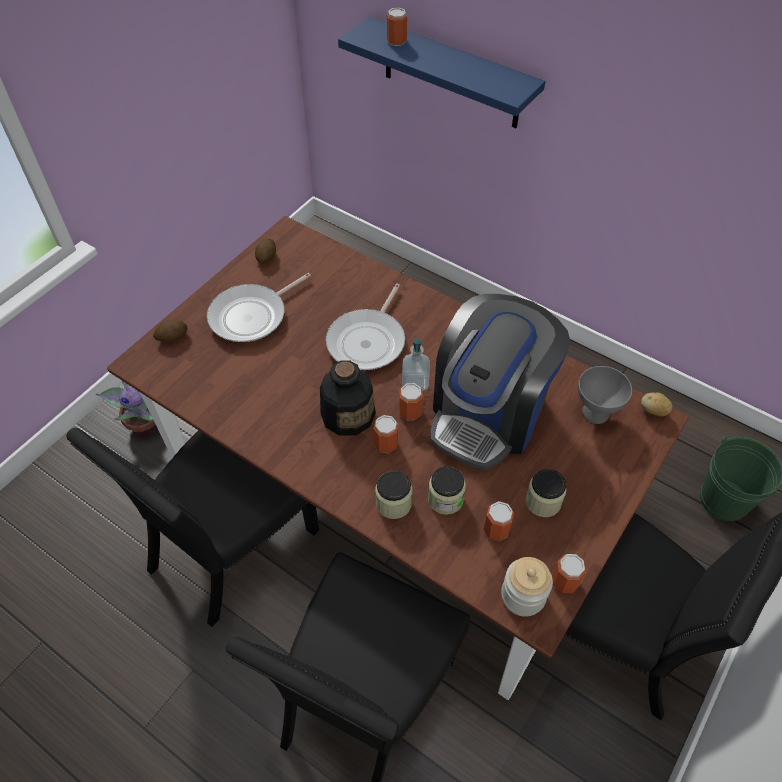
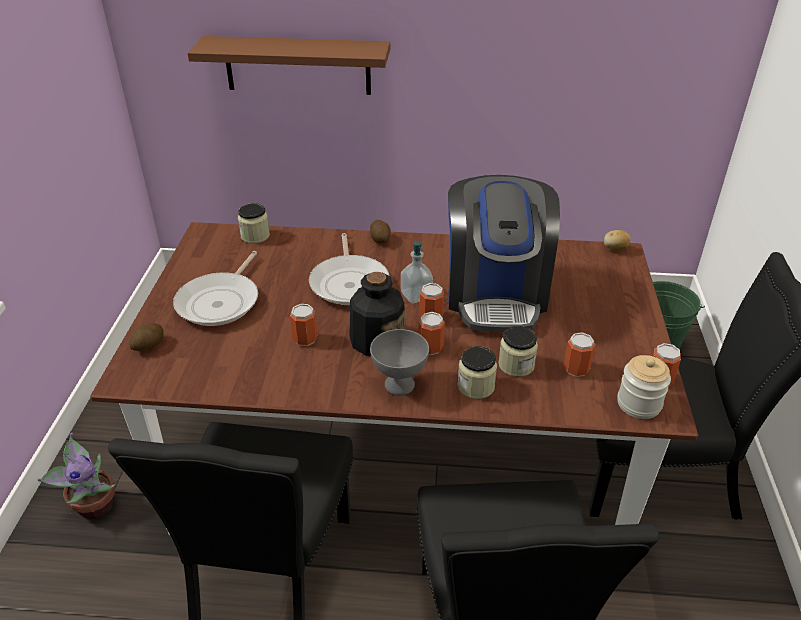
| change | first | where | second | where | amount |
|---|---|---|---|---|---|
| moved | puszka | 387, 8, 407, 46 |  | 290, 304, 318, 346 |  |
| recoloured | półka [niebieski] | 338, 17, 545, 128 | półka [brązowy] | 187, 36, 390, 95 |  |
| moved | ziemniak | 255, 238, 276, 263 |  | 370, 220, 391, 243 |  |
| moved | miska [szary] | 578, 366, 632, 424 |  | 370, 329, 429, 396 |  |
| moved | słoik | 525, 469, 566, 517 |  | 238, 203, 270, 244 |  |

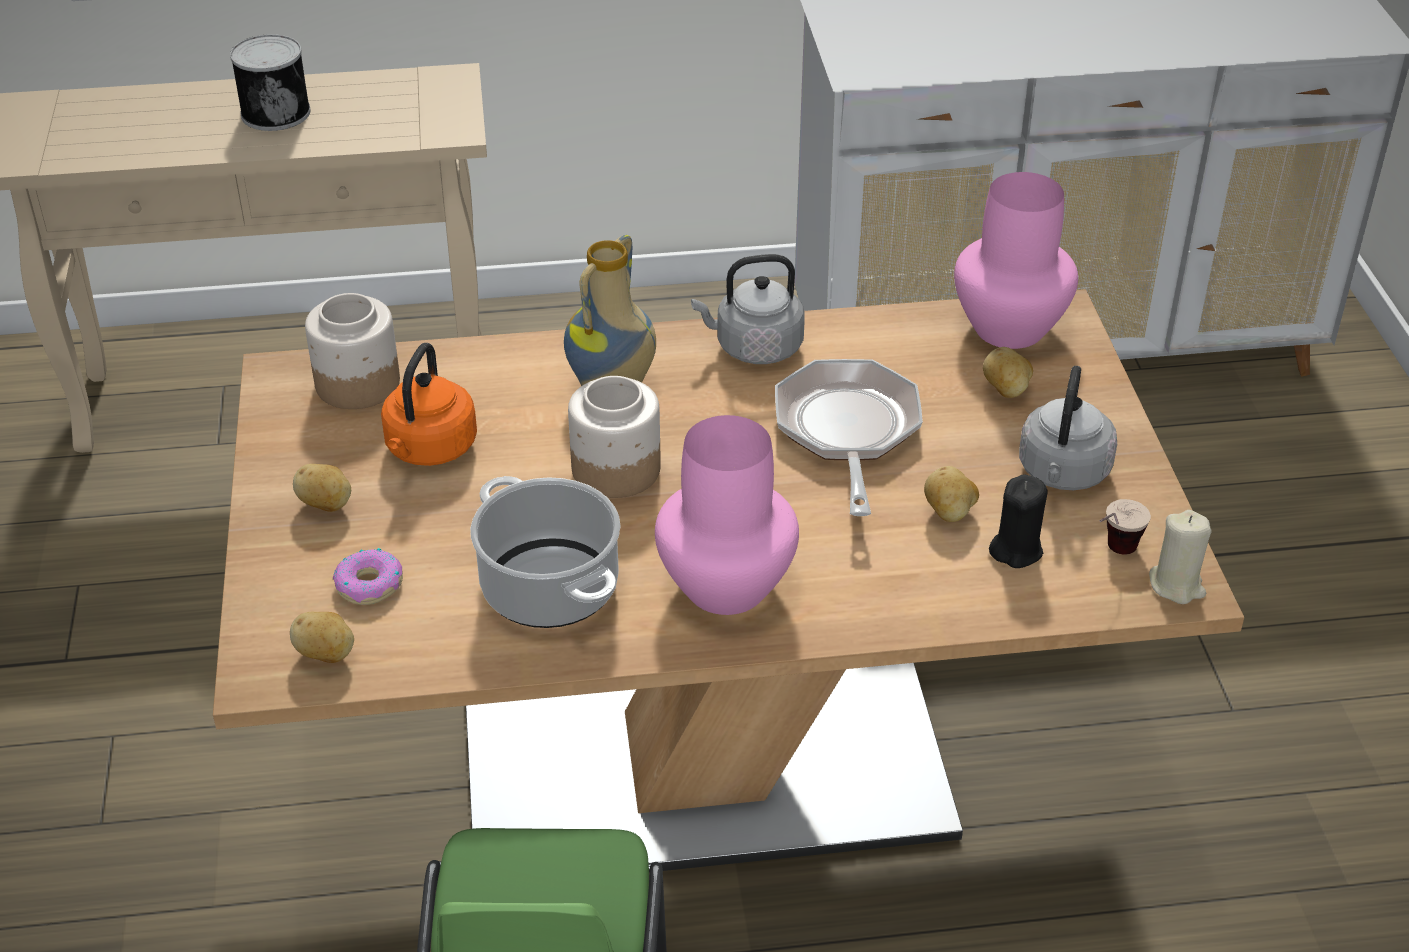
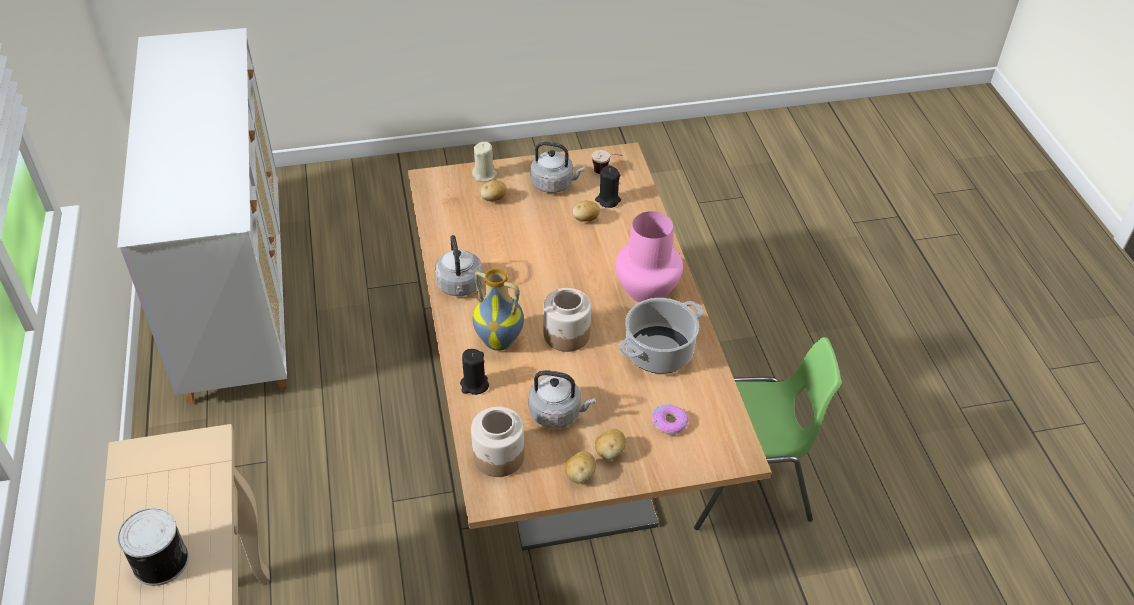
| change | first | where | second | where | amount |
|---|---|---|---|---|---|
| removed | wazon [różowy] | 954, 172, 1078, 349 |  |  |  |
| recoloured | czajnik [pomarańczowy] | 381, 343, 477, 466 | czajnik [szary] | 528, 370, 595, 428 |  |
| removed | patelnia | 775, 359, 923, 516 |  |  |  |
| moved | świeca [beżowy] | 1149, 510, 1212, 604 |  | 472, 142, 497, 182 |  |
| moved | ziemniak | 290, 612, 354, 663 |  | 564, 451, 596, 483 |  |
| added |  |  | świeca [czarny] | 460, 349, 489, 395 |  |

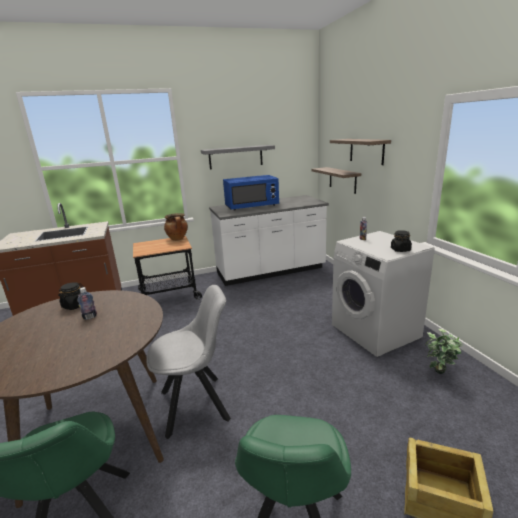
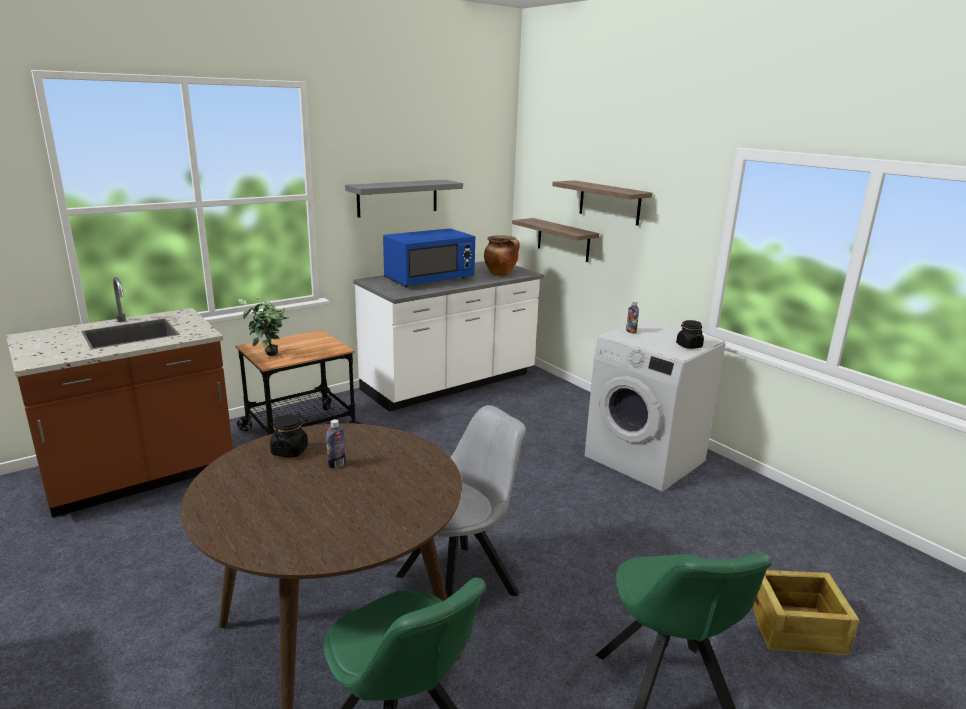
| change | first | where | second | where | amount |
|---|---|---|---|---|---|
| moved | garnek | 164, 213, 188, 241 |  | 484, 235, 520, 276 |  |
| moved | roślina doniczkowa | 425, 329, 463, 374 |  | 238, 297, 288, 356 |  |

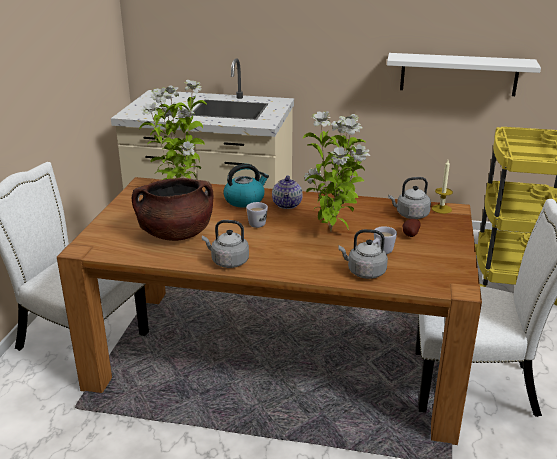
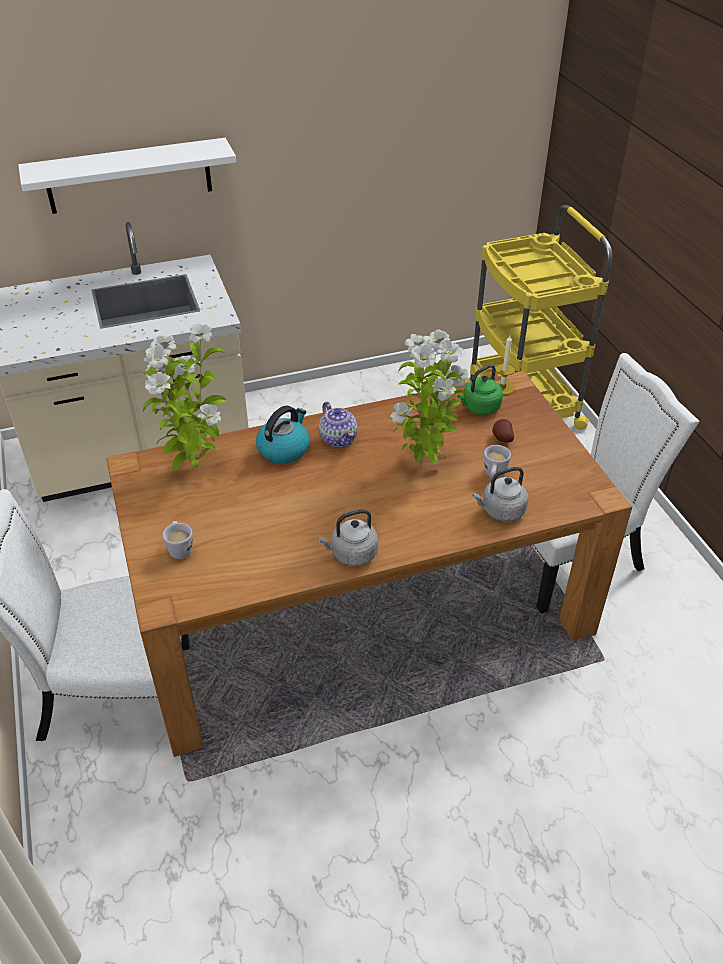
| change | first | where | second | where | amount |
|---|---|---|---|---|---|
| moved | półka [biały] | 387, 53, 541, 96 |  | 18, 138, 236, 214 |  |
| recoloured | czajnik [szary] | 388, 177, 431, 219 | czajnik [zielony] | 457, 364, 503, 415 |  |
| removed | garnek [brązowy] | 132, 178, 213, 241 |  |  |  |
| moved | kubek [biały] | 246, 202, 268, 228 |  | 163, 521, 193, 559 |  |

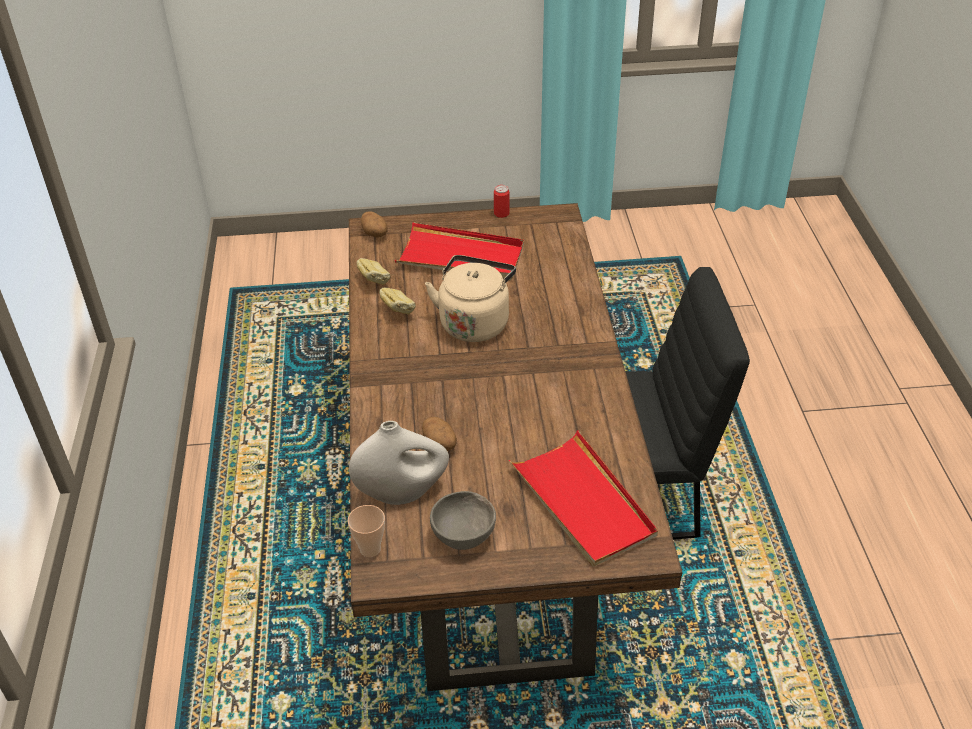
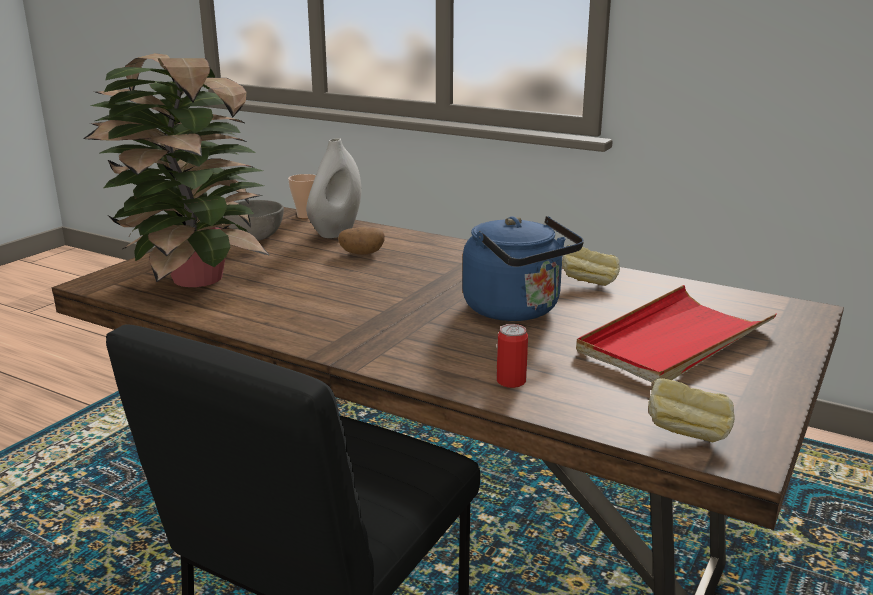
| change | first | where | second | where | amount |
|---|---|---|---|---|---|
| moved | puszka | 494, 185, 510, 218 |  | 496, 324, 528, 388 |  |
| removed | ziemniak | 361, 211, 388, 238 |  |  |  |
| recoloured | czajnik [beżowy] | 425, 255, 516, 342 | czajnik [niebieski] | 462, 216, 584, 321 |  |
| moved | chleb | 357, 258, 390, 285 |  | 648, 378, 735, 442 |  |
| replaced | taca [czerwony] | 509, 430, 658, 567 | roślina doniczkowa | 83, 53, 270, 287 |  |

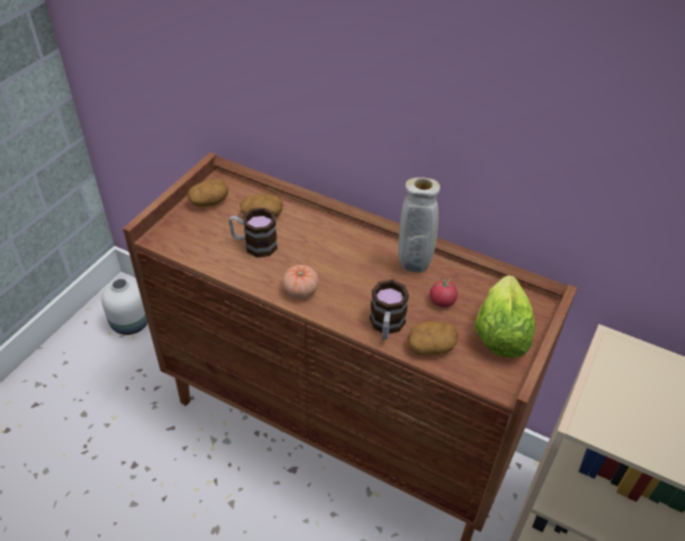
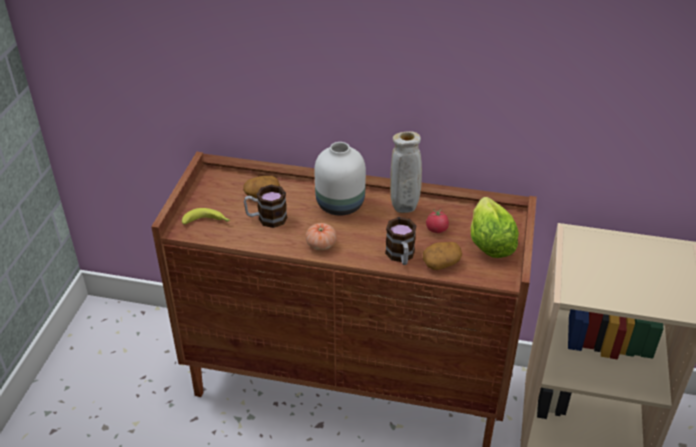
| change | first | where | second | where | amount |
|---|---|---|---|---|---|
| removed | ziemniak | 188, 179, 228, 207 |  |  |  |
| moved | wazon [biały] | 102, 278, 148, 335 |  | 314, 142, 366, 216 |  |
| added |  |  | banan | 182, 208, 230, 225 |  |

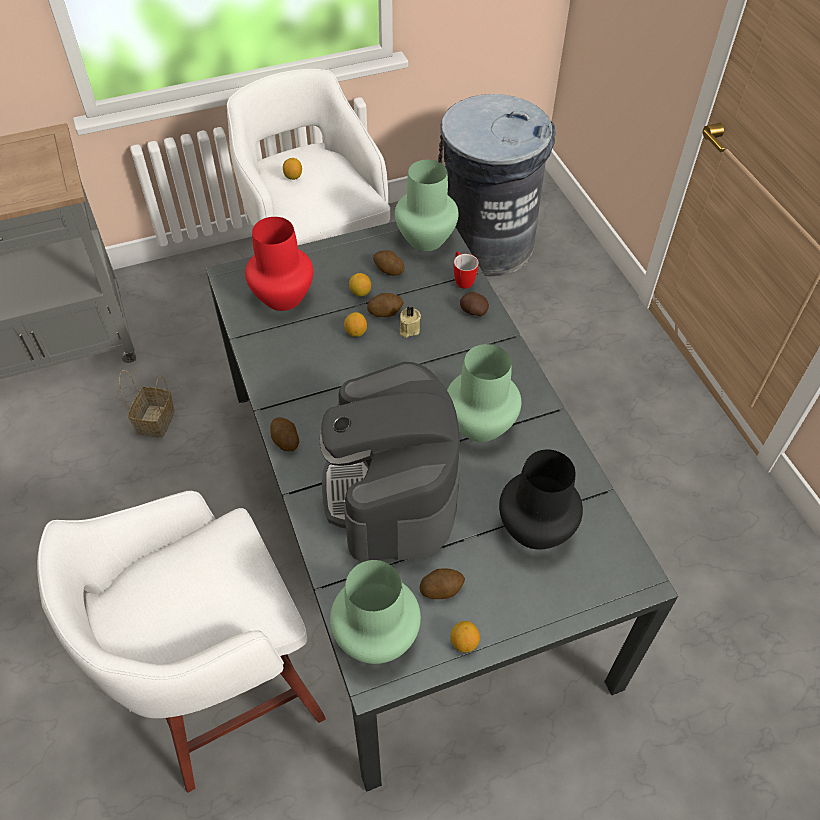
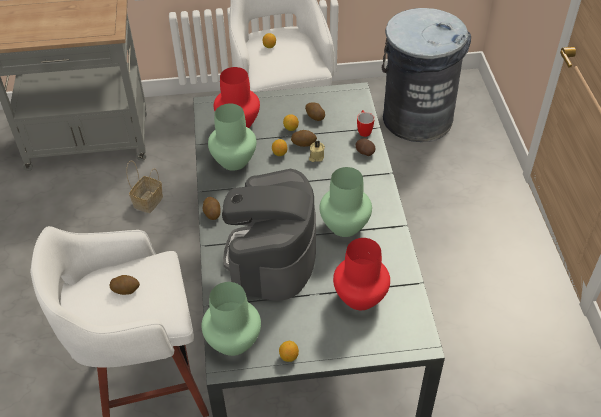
| change | first | where | second | where | amount |
|---|---|---|---|---|---|
| moved | wazon [zielony] | 395, 160, 459, 251 |  | 208, 104, 257, 171 |  |
| recoloured | wazon [czarny] | 499, 450, 583, 549 | wazon [czerwony] | 333, 238, 390, 310 |  |
| moved | ziemniak | 420, 568, 465, 599 |  | 109, 275, 140, 295 |  |

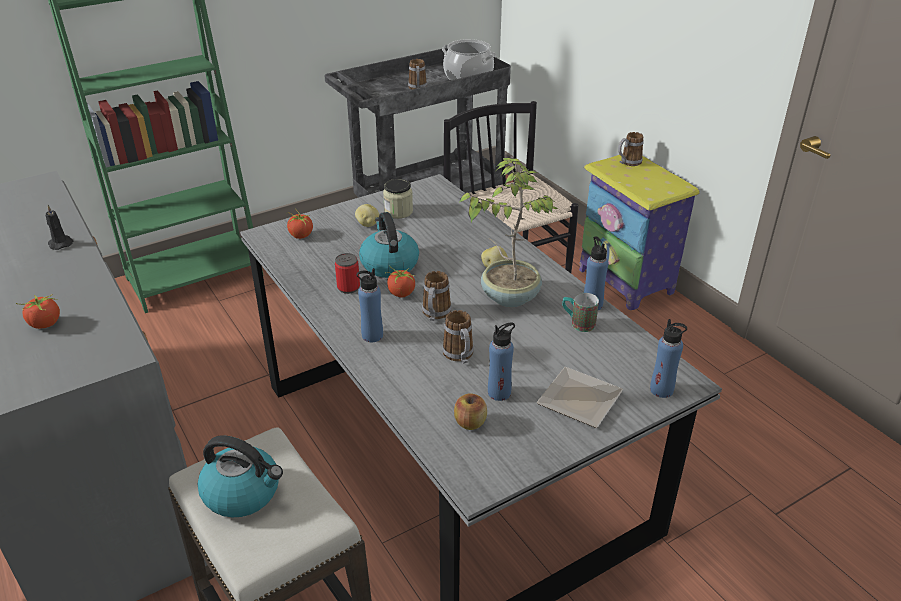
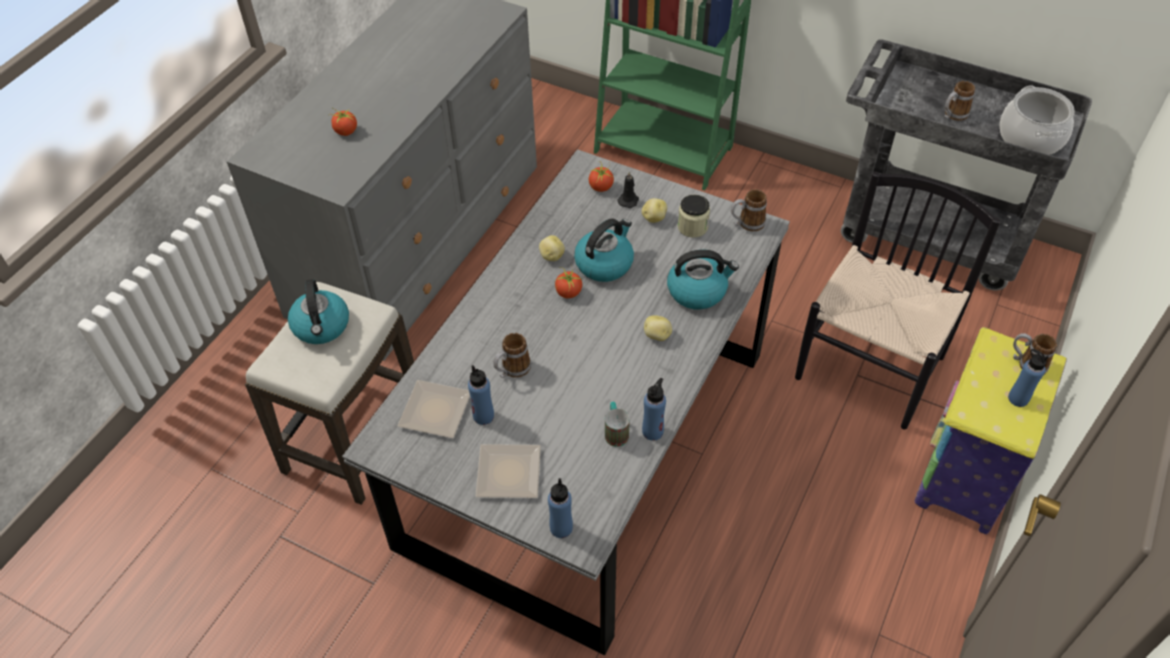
| change | first | where | second | where | amount |
|---|---|---|---|---|---|
| removed | roślina doniczkowa | 460, 158, 558, 307 |  |  |  |
| moved | świeca [czarny] | 46, 205, 73, 250 |  | 617, 171, 639, 208 |  |
| replaced | puszka | 335, 253, 360, 294 | ziemniak | 539, 235, 565, 261 |  |
| moved | butelka [niebieski] | 357, 268, 383, 342 |  | 1008, 349, 1049, 407 |  |
| moved | kubek | 422, 271, 452, 321 |  | 731, 189, 767, 231 |  |
| replaced | jabłko | 454, 394, 487, 430 | talerz | 397, 380, 470, 438 |  |
| added |  |  | czajnik | 667, 250, 739, 310 |  |

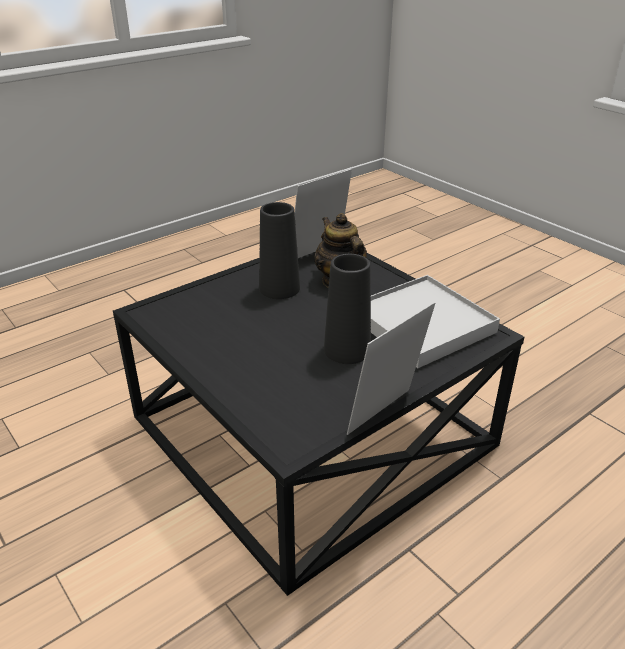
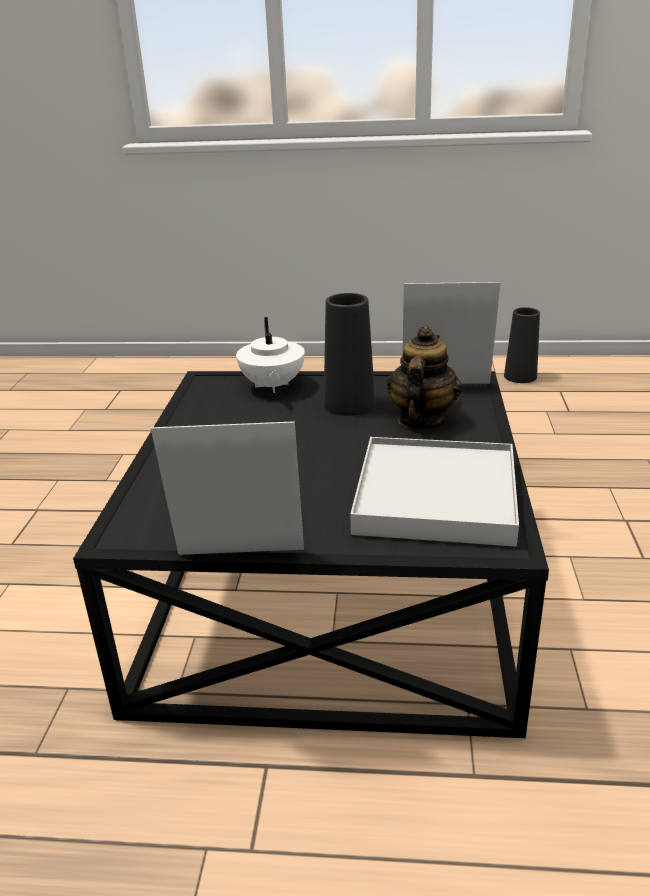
| change | first | where | second | where | amount |
|---|---|---|---|---|---|
| moved | wazon [czarny] | 324, 254, 371, 364 |  | 504, 307, 540, 383 |  |
| added |  |  | imbryk [biały] | 236, 317, 305, 393 |  |

